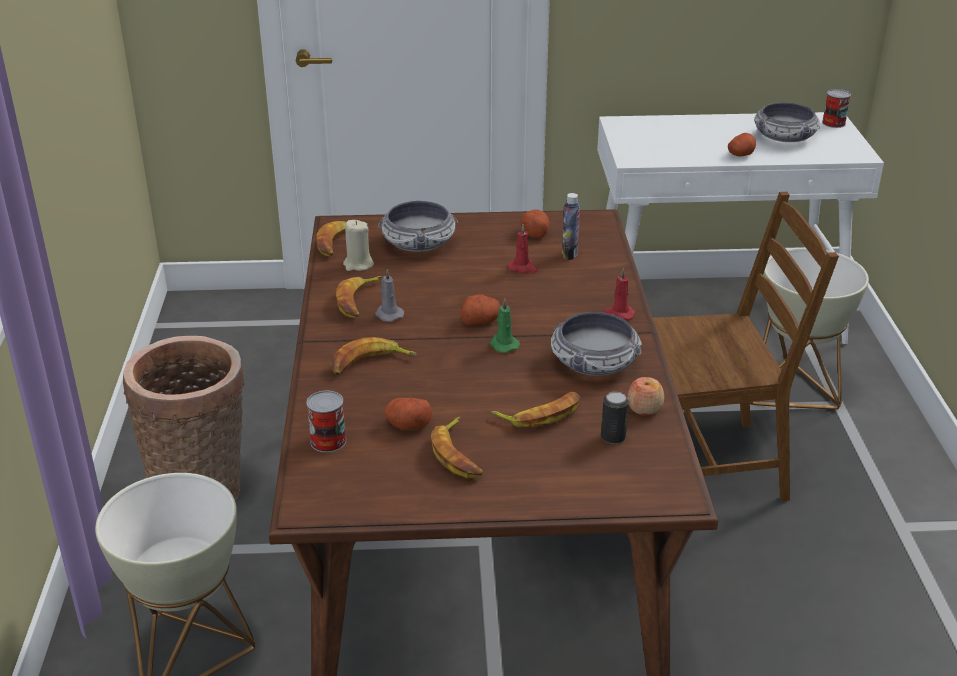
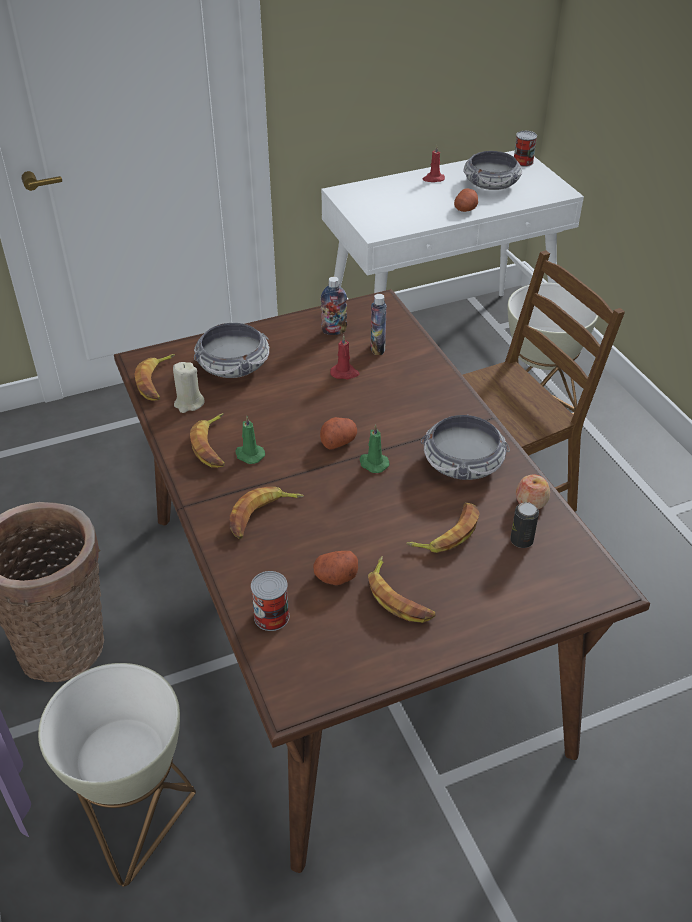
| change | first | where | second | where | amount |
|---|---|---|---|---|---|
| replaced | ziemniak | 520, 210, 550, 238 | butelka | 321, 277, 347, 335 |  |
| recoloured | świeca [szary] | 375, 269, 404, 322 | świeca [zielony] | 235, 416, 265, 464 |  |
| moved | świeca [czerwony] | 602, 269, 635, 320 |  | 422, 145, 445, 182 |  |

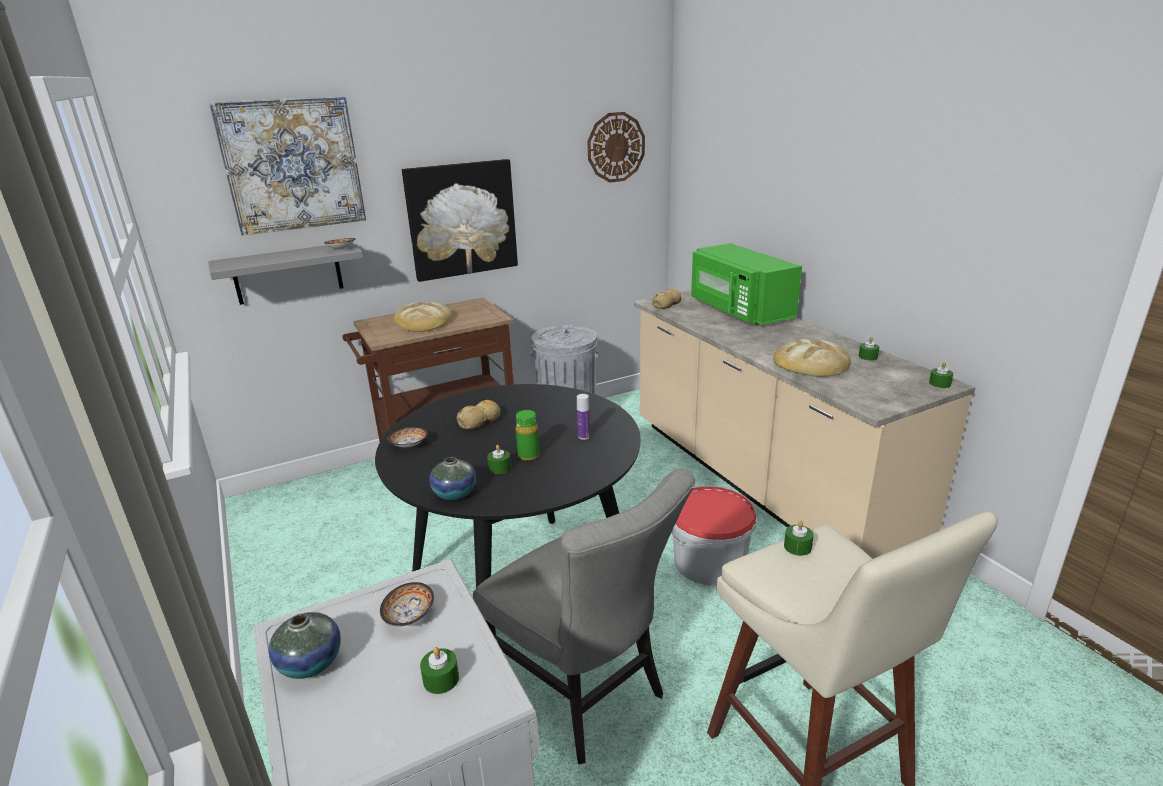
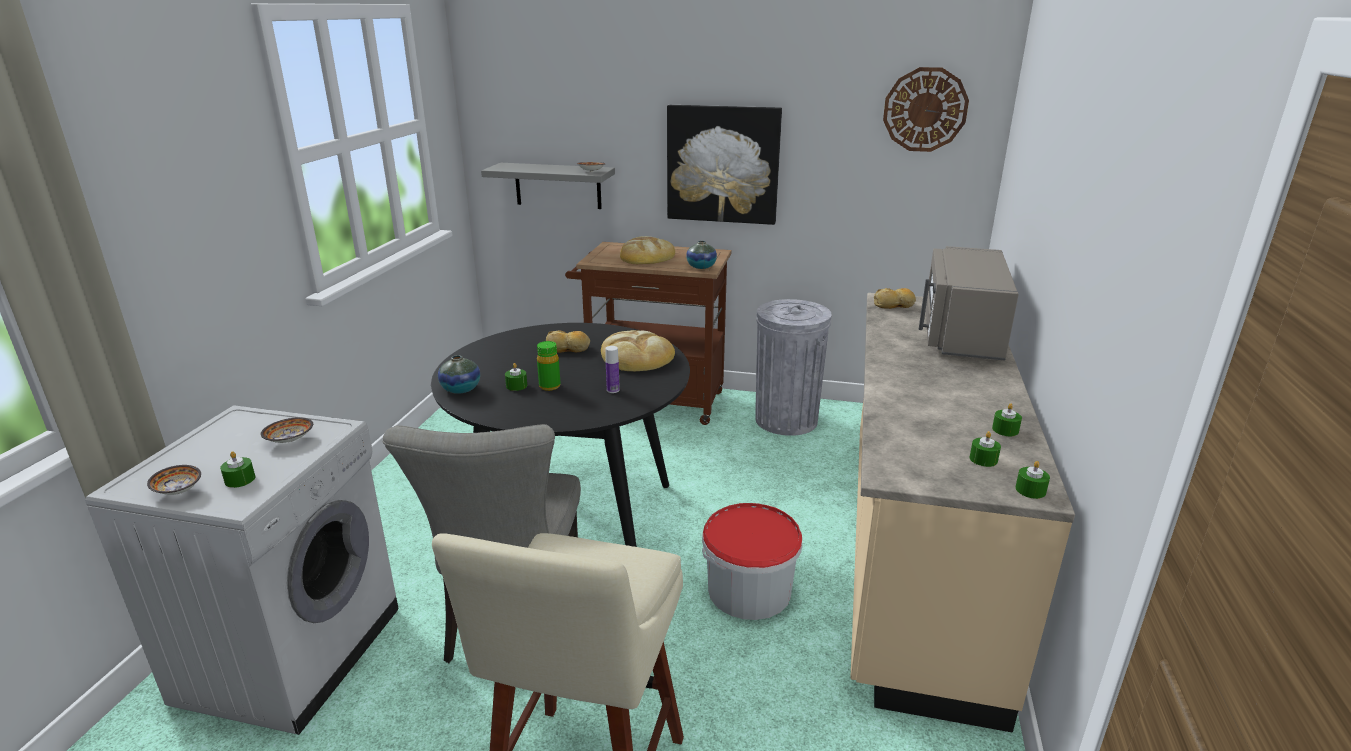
| change | first | where | second | where | amount |
|---|---|---|---|---|---|
| removed | obraz | 209, 96, 366, 236 |  |  |  |
| recoloured | mikrofalówka [zielony] | 691, 243, 802, 325 | mikrofalówka [szary] | 919, 246, 1019, 361 |  |
| moved | chleb | 773, 339, 851, 377 |  | 601, 330, 675, 371 |  |
| moved | miska | 387, 427, 428, 447 |  | 147, 465, 201, 495 |  |
| moved | świeca [zielony] | 784, 521, 814, 556 |  | 969, 431, 1001, 467 |  |
| moved | wazon | 269, 612, 341, 679 |  | 686, 241, 717, 269 |  |

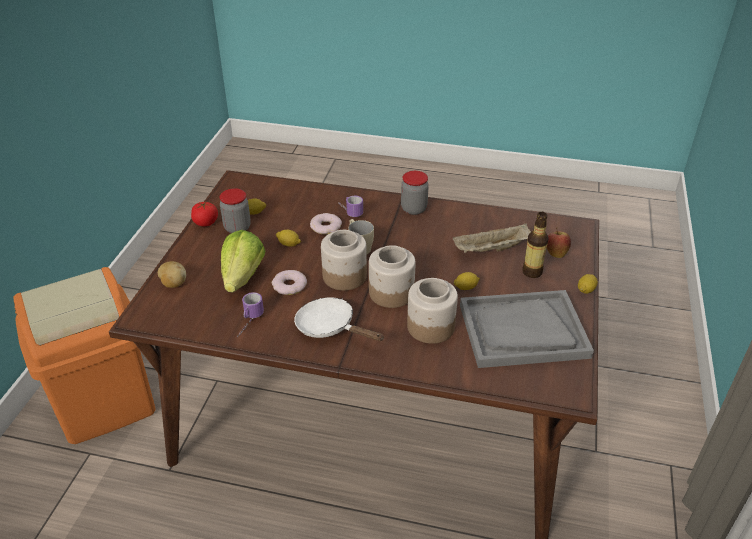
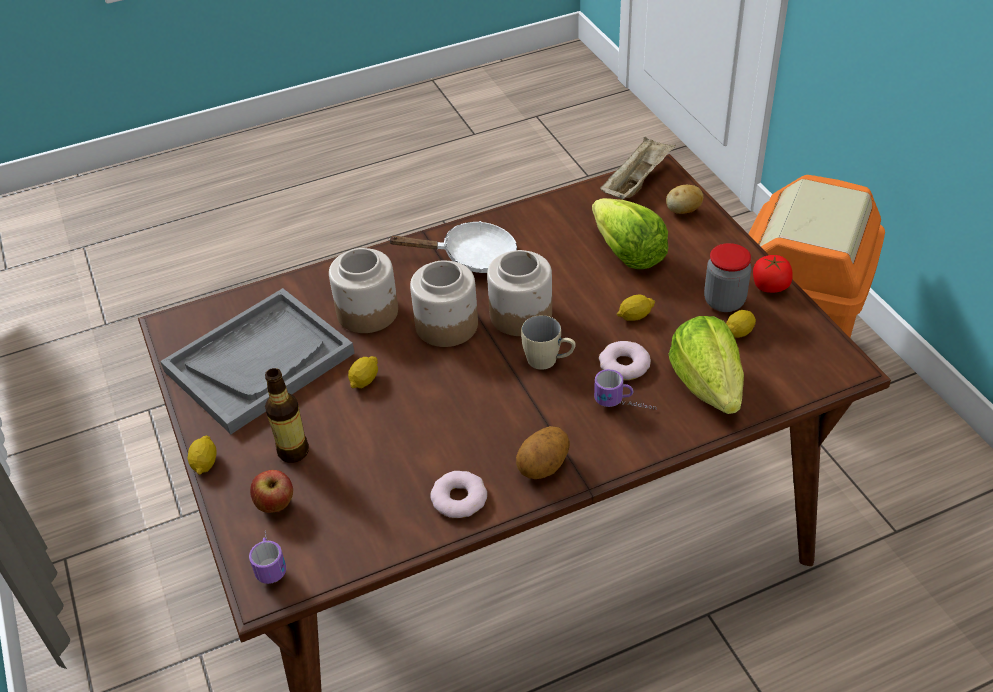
| change | first | where | second | where | amount |
|---|---|---|---|---|---|
| replaced | słoik | 401, 171, 429, 215 | ziemniak | 516, 426, 570, 479 |  |
| moved | taca [beżowy] | 453, 223, 531, 253 |  | 600, 136, 676, 199 |  |
| moved | donut | 272, 270, 307, 295 |  | 430, 471, 487, 518 |  |
| moved | kubek | 237, 292, 264, 338 |  | 249, 531, 286, 584 |  |
| added |  |  | sałata | 669, 316, 744, 414 |  |

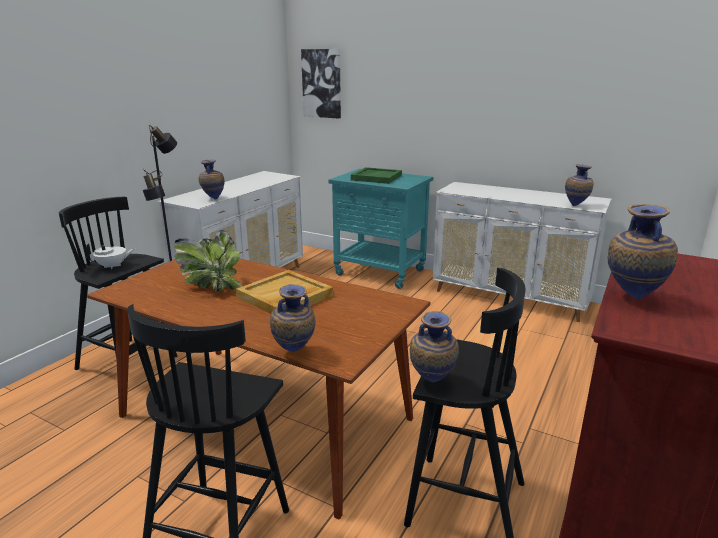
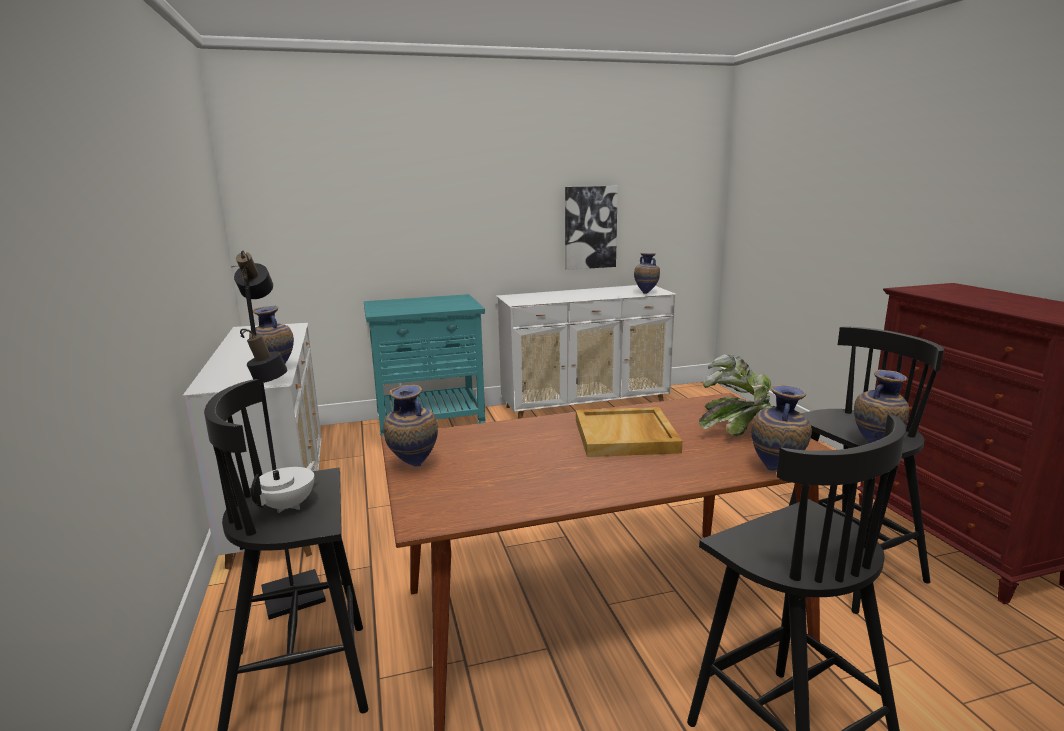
| change | first | where | second | where | amount |
|---|---|---|---|---|---|
| moved | obraz | 301, 49, 341, 119 |  | 565, 186, 618, 270 |  |
| removed | taca [zielony] | 351, 167, 402, 184 |  |  |  |
| moved | wazon | 608, 204, 678, 300 |  | 383, 385, 438, 466 |  |
| moved | roślina doniczkowa | 174, 230, 242, 291 |  | 699, 354, 775, 437 |  |

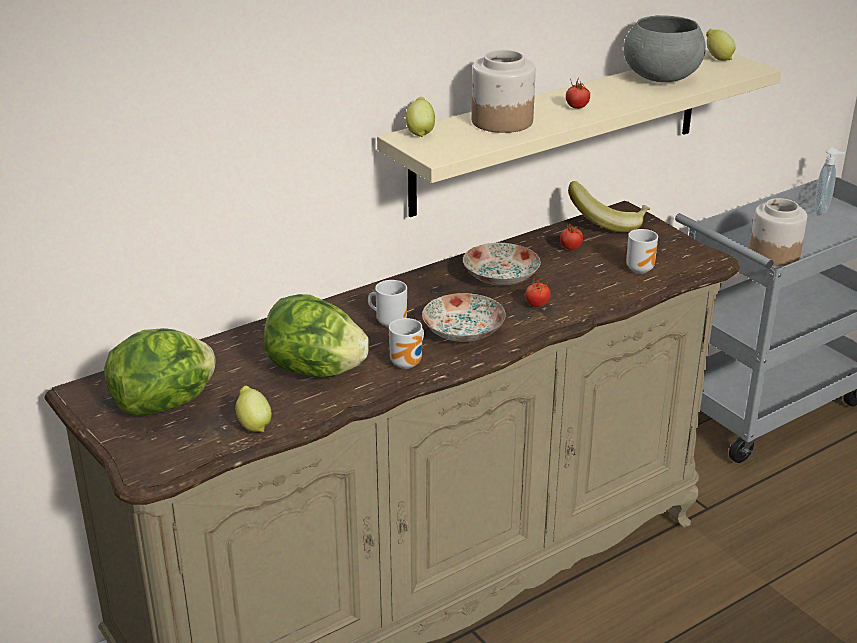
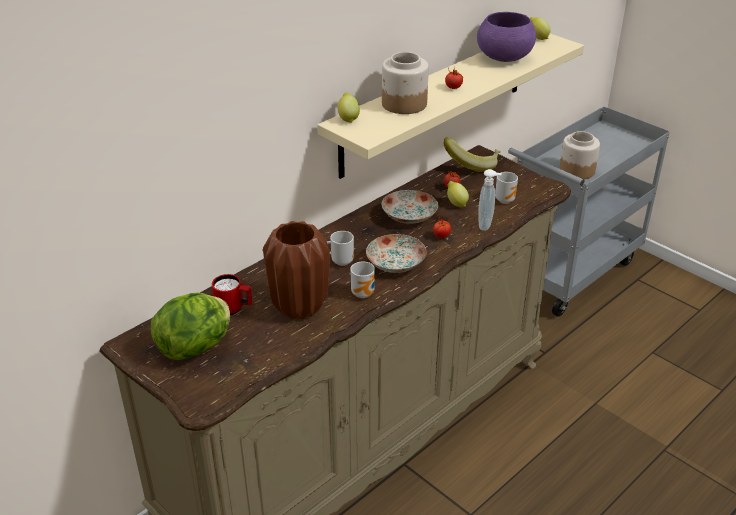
| change | first | where | second | where | amount |
|---|---|---|---|---|---|
| recoloured | miska [szary] | 624, 15, 706, 82 | miska [fioletowy] | 477, 12, 536, 62 |  |
| moved | dozownik mydła | 815, 148, 845, 215 |  | 478, 169, 502, 231 |  |
| replaced | sałata | 264, 294, 369, 378 | wazon [brązowy] | 263, 221, 330, 320 |  |
| moved | cytryna | 235, 386, 272, 432 |  | 447, 181, 469, 207 |  |
| added |  |  | kubek [czerwony] | 212, 274, 252, 315 |  |

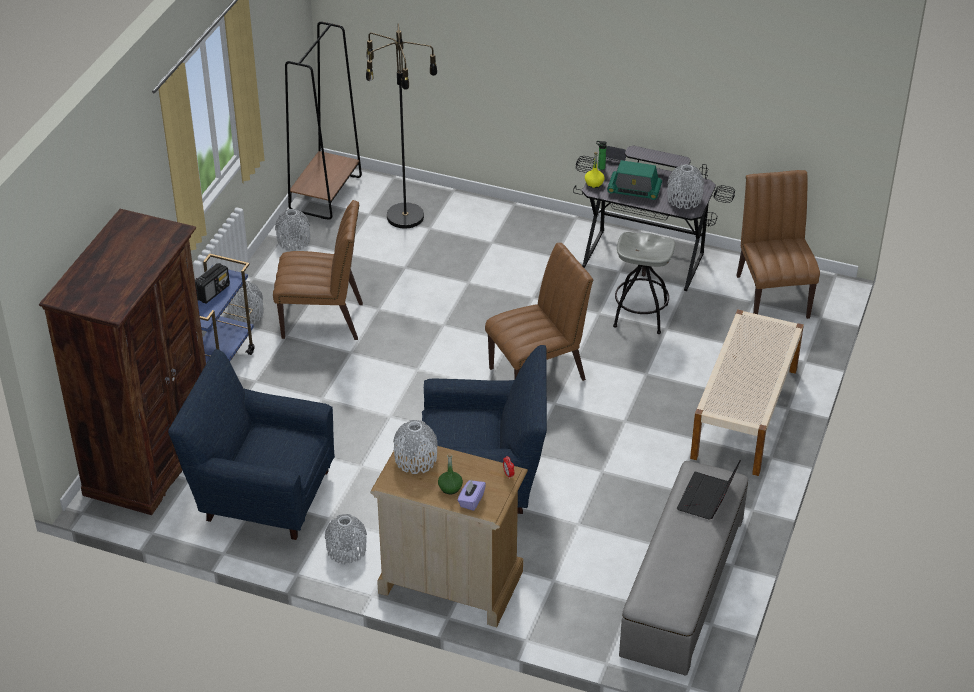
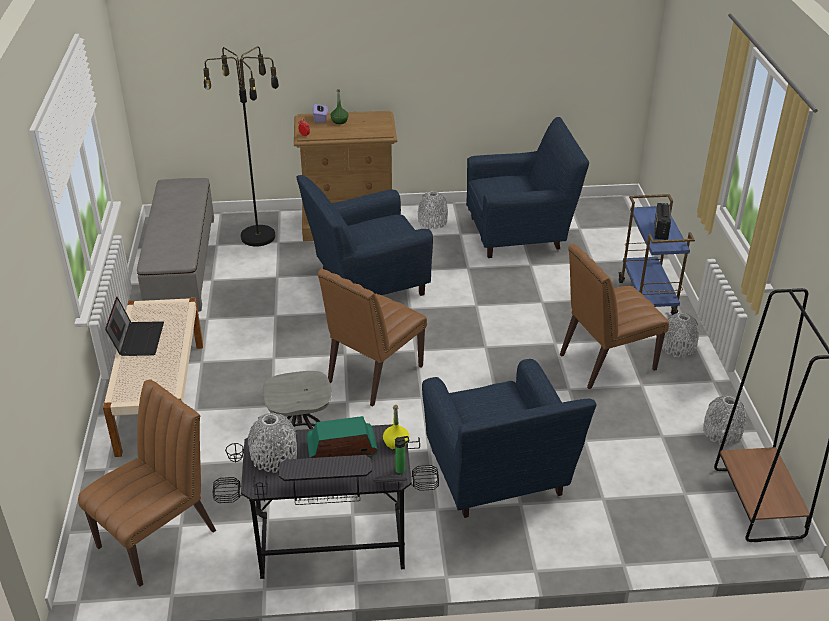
| change | first | where | second | where | amount |
|---|---|---|---|---|---|
| moved | lampa stojąca | 366, 23, 437, 229 |  | 203, 46, 279, 246 |  |
| turned | krzesło [brązowy] | 736, 170, 820, 319 |  | 78, 379, 216, 587 | 105 degrees counterclockwise |
| removed | szafa [brązowy] | 39, 209, 206, 515 |  |  |  |
| removed | wazon [szary] | 393, 420, 438, 474 |  |  |  |
| moved | laptop | 677, 460, 741, 520 |  | 105, 297, 164, 356 |  |
| added |  |  | fotel [niebieski] | 422, 359, 596, 518 |  |

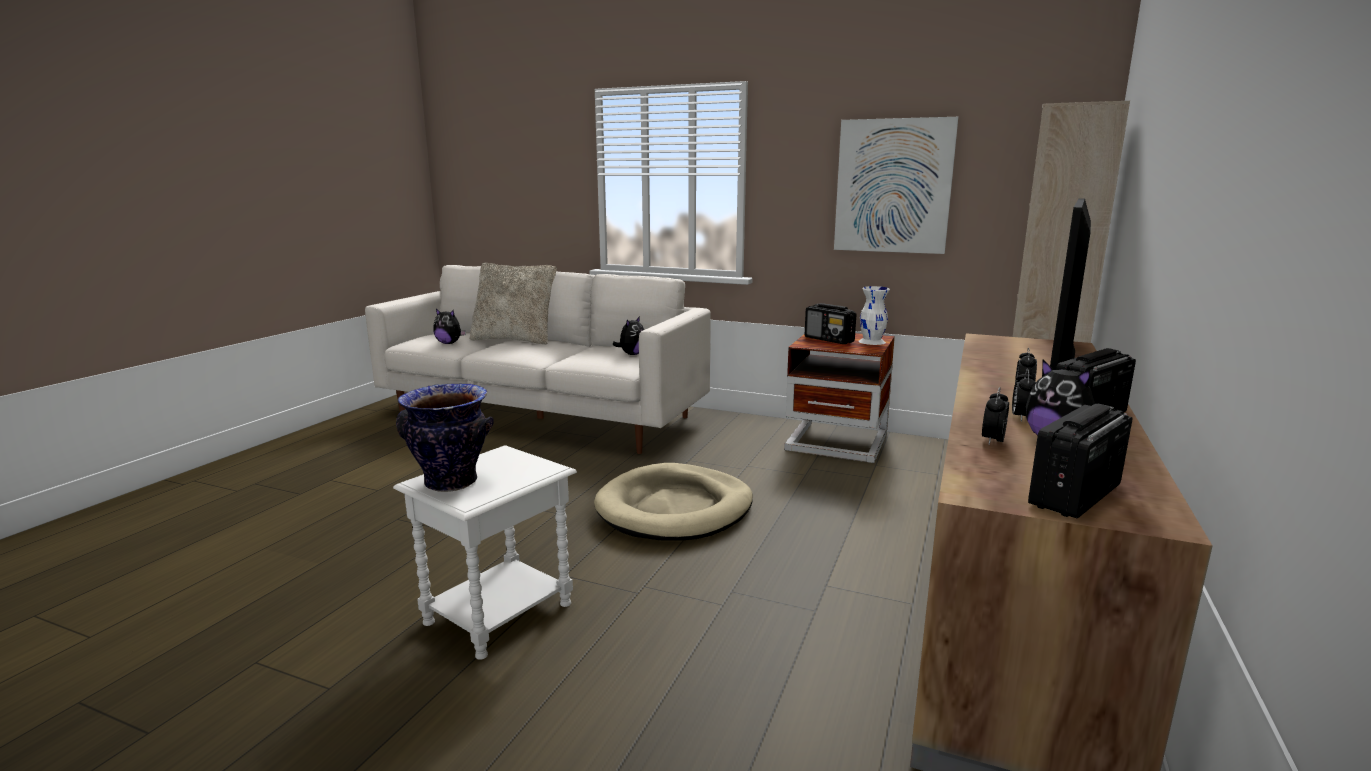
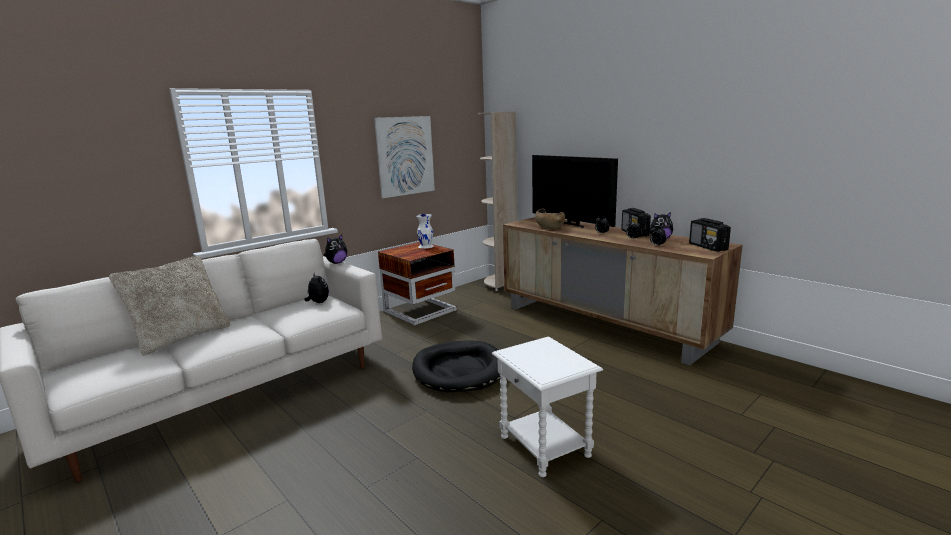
| change | first | where | second | where | amount |
|---|---|---|---|---|---|
| removed | radio | 805, 303, 857, 344 |  |  |  |
| moved | pluszak | 433, 309, 466, 344 |  | 324, 235, 347, 264 |  |
| removed | wazon | 396, 384, 494, 492 |  |  |  |
| recoloured | legowisko [beżowy] | 594, 463, 753, 541 | legowisko [czarny] | 412, 341, 501, 393 |  |
| added |  |  | miska [brązowy] | 535, 208, 565, 229 |  |

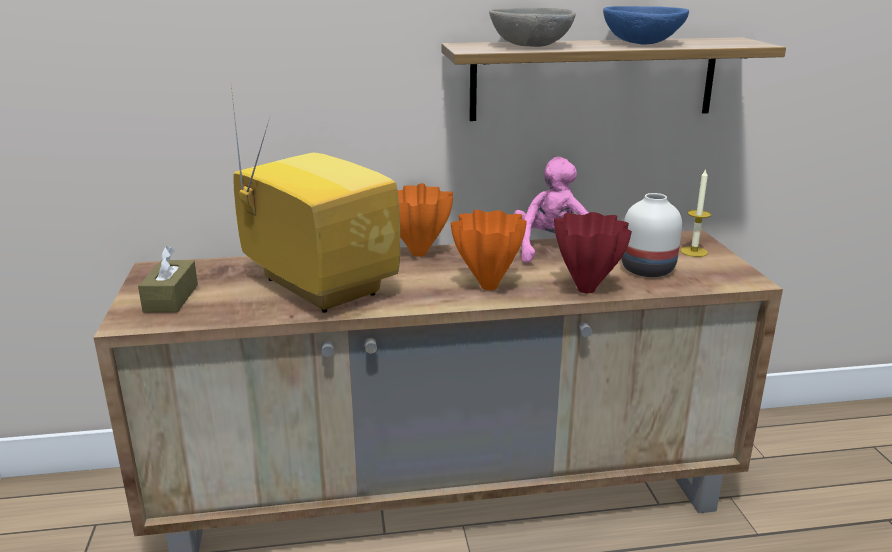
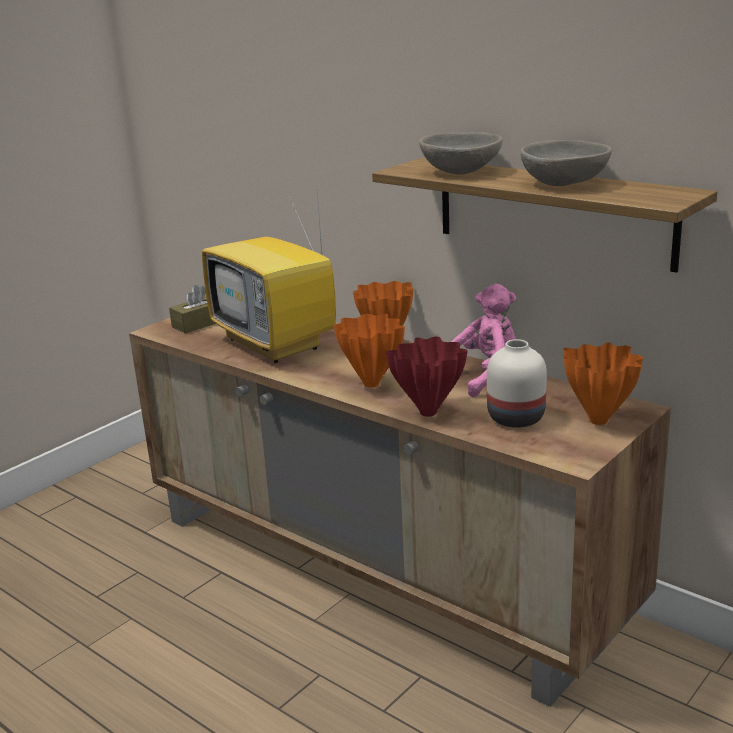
| change | first | where | second | where | amount |
|---|---|---|---|---|---|
| recoloured | miska [niebieski] | 603, 6, 689, 44 | miska [szary] | 520, 140, 612, 186 |  |
| turned | telewizor | 231, 87, 400, 313 |  | 202, 180, 336, 363 | 135 degrees clockwise |
| replaced | świeca | 680, 168, 711, 257 | wazon [pomarańczowy] | 563, 342, 643, 425 |  |

